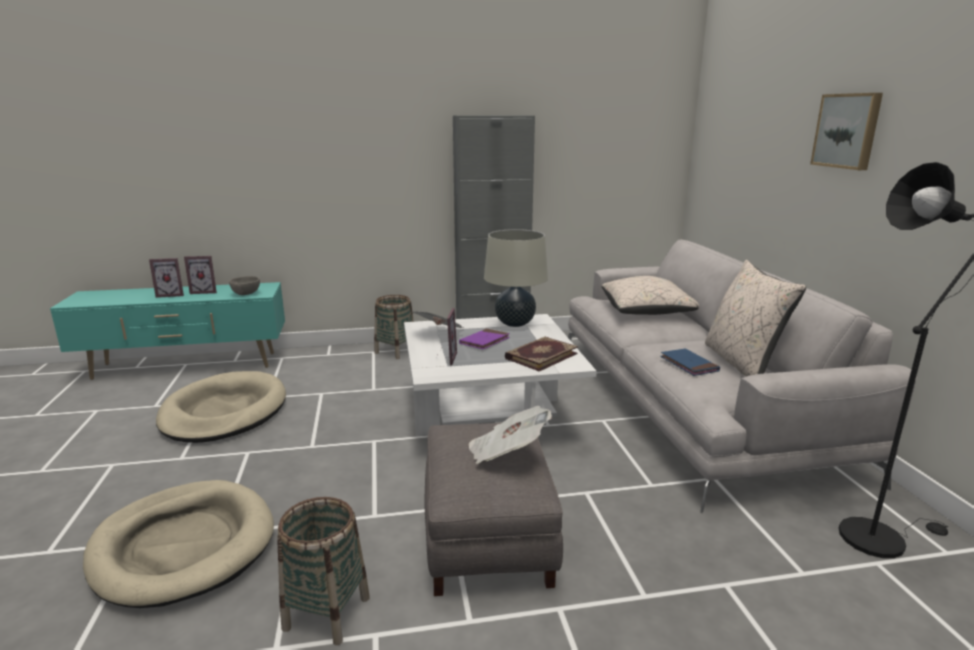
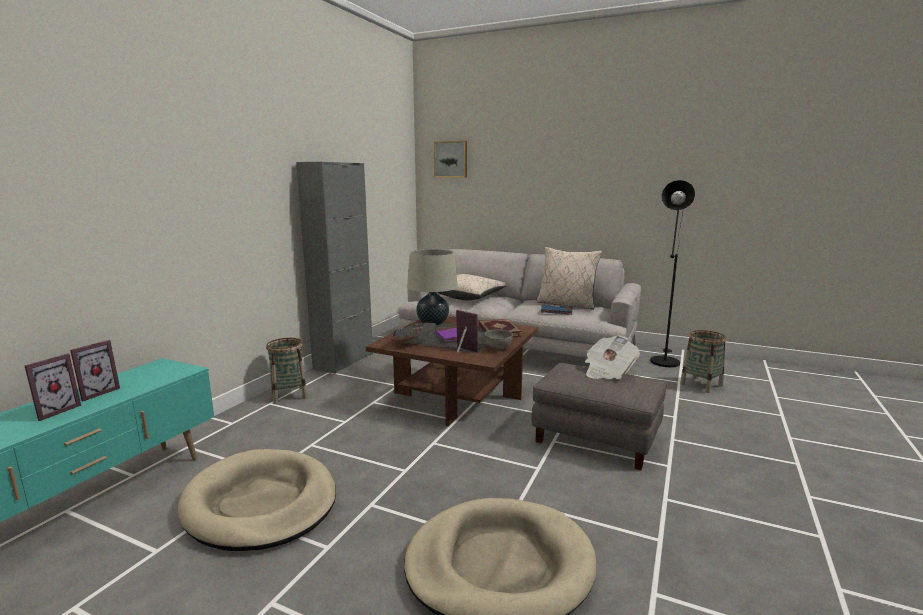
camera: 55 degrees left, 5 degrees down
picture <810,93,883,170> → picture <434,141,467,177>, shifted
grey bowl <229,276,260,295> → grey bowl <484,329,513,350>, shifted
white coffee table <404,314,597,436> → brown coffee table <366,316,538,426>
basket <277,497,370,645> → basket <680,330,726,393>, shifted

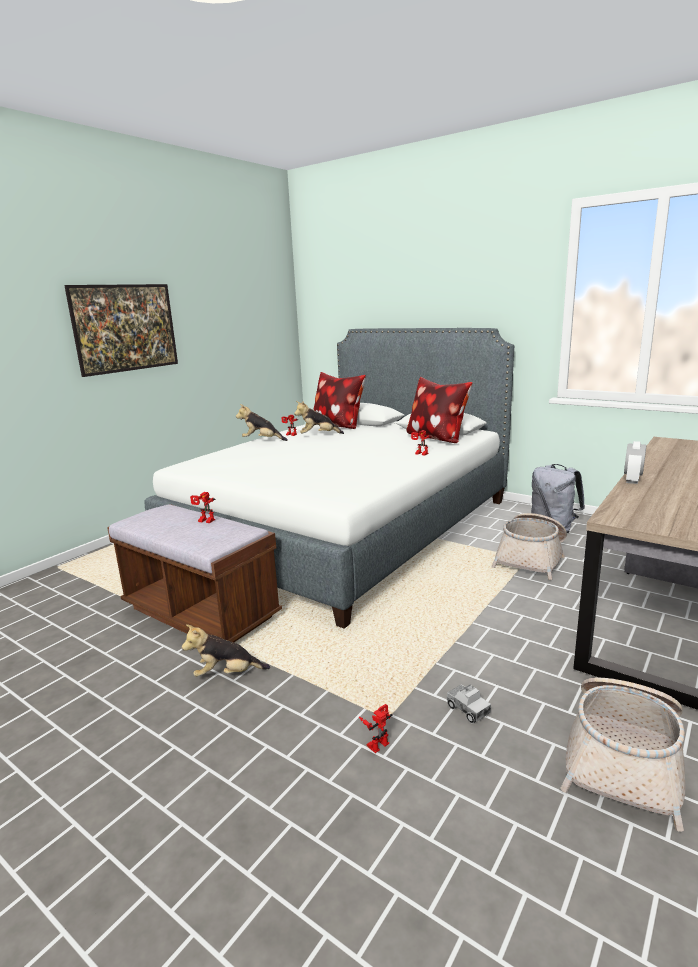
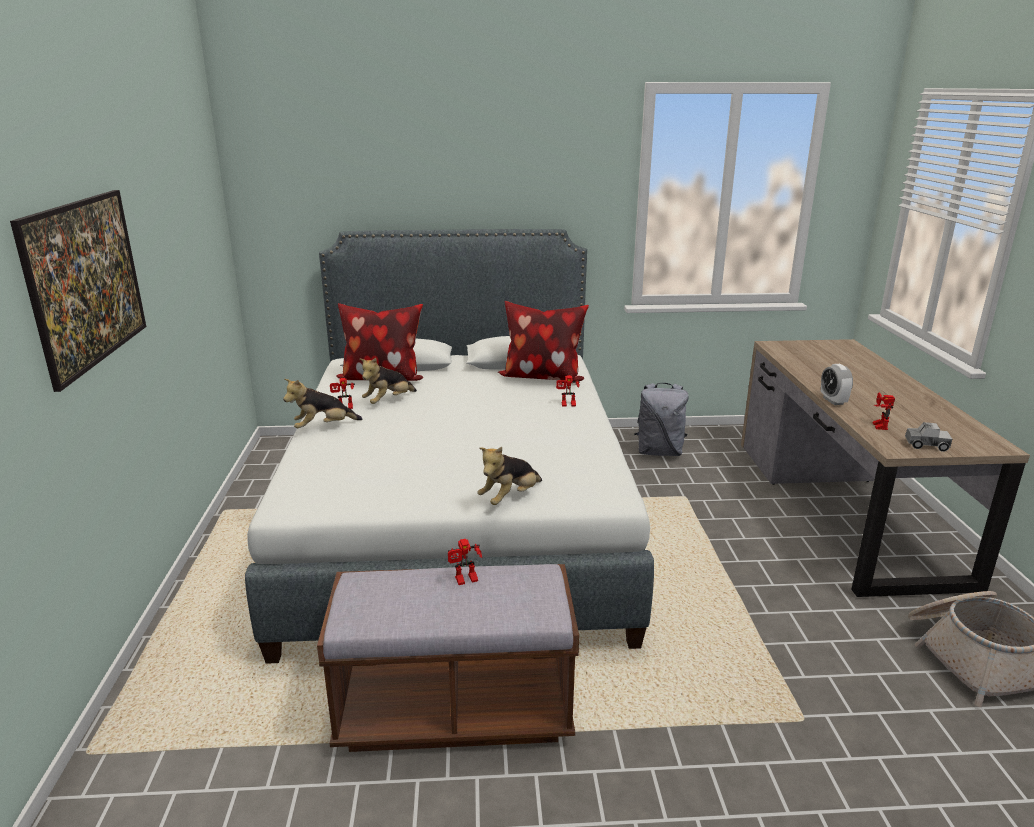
camera: 40 degrees left, 5 degrees up
basket <491,513,567,580> → -
plush toy <182,624,270,677> → plush toy <477,447,542,505>, shifted
toy truck <447,684,491,723> → toy truck <905,422,952,452>, shifted
toy robot <359,704,393,753> → toy robot <873,393,895,430>, shifted

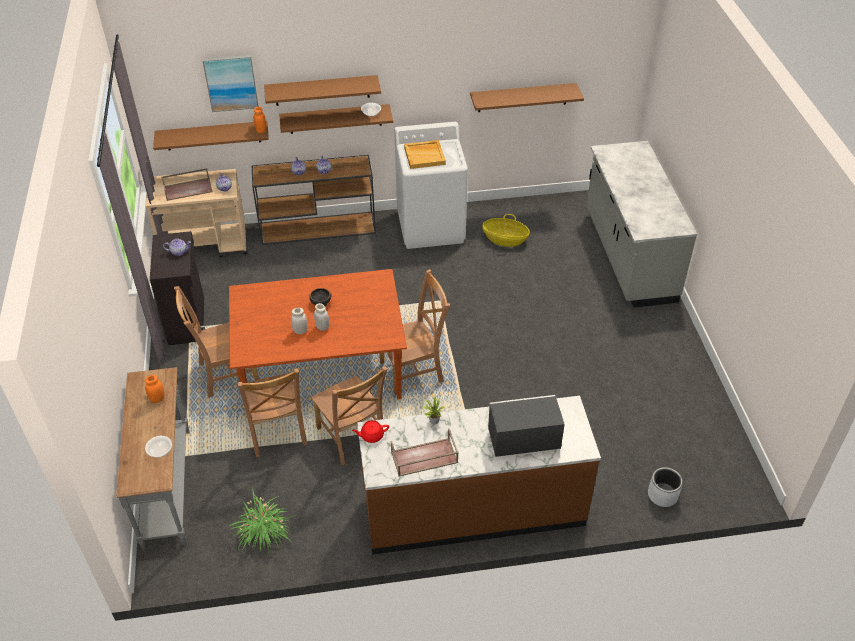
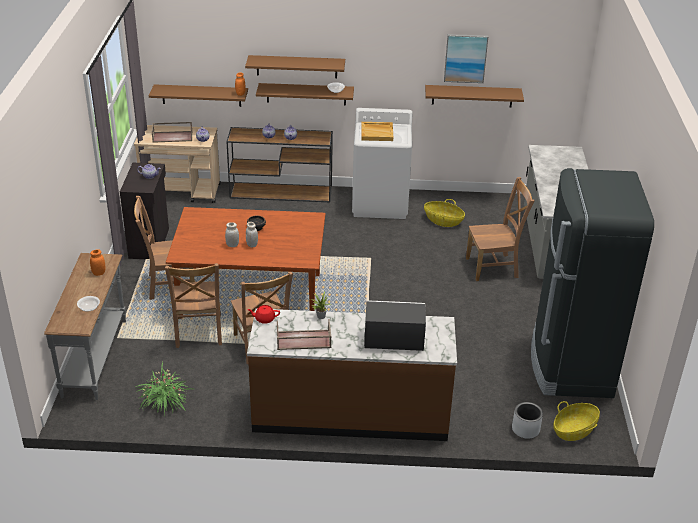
camera: 10 degrees right, 10 degrees down
picture <202,55,259,112> → picture <444,34,488,83>, shifted
brown chair <379,269,450,395> → brown chair <466,177,534,281>, shifted
- → black fridge <531,168,654,398>
- → basket <553,401,600,441>

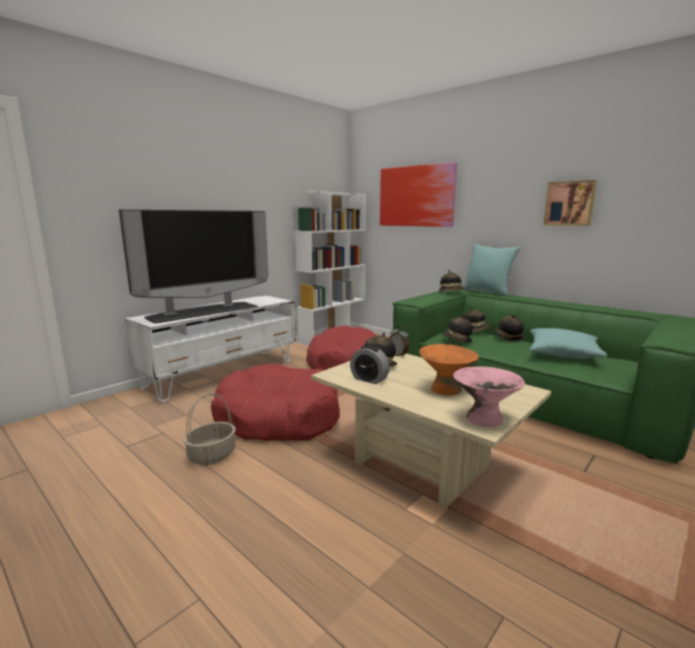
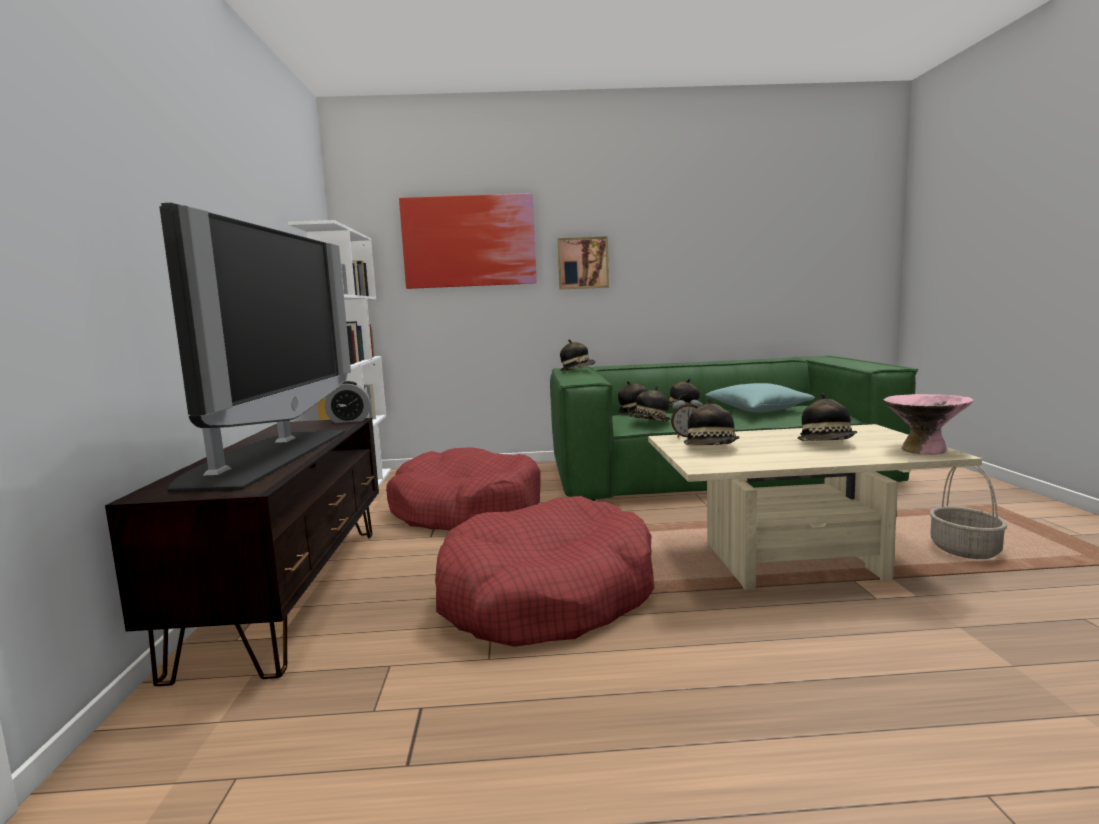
camera: 45 degrees left, 5 degrees down
picture <544,180,597,226> → picture <558,236,609,290>, shifted
turquoise pillow <463,244,520,296> → -
white tv stand <125,295,296,402> → brown tv stand <105,418,379,686>
orange bowl <419,344,479,396> → hat <798,393,857,441>
alarm clock <350,345,390,384> → alarm clock <325,381,371,423>, shifted
basket <184,393,236,465> → basket <929,466,1007,559>, shifted

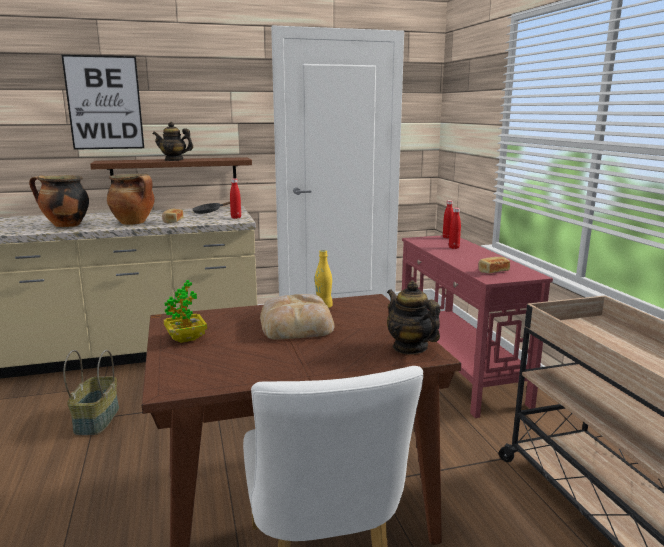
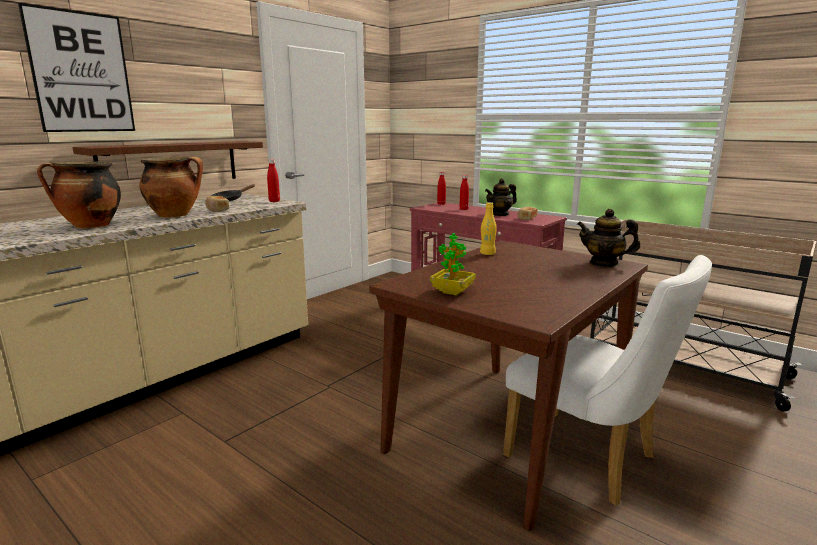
camera: 35 degrees left, 0 degrees up
teapot <153,122,193,161> → teapot <485,178,517,216>, shifted
bread <260,294,334,340> → -
basket <63,350,119,435> → -

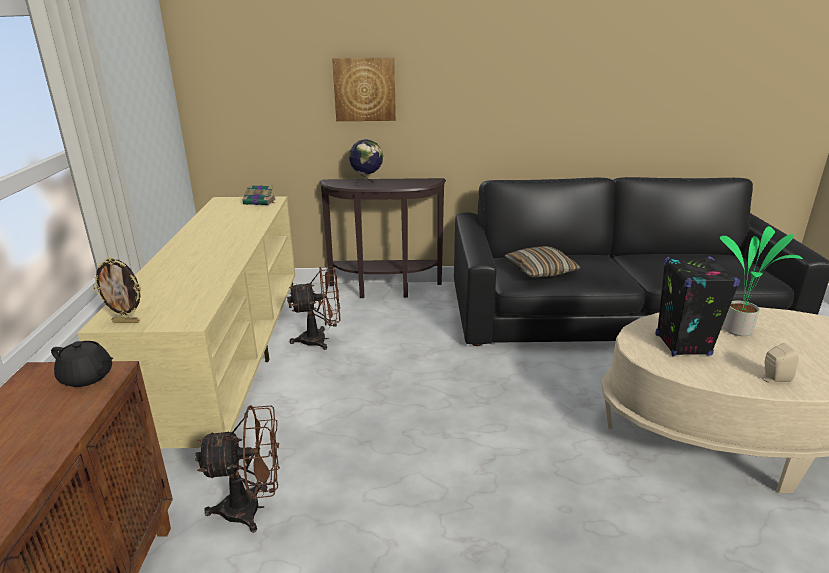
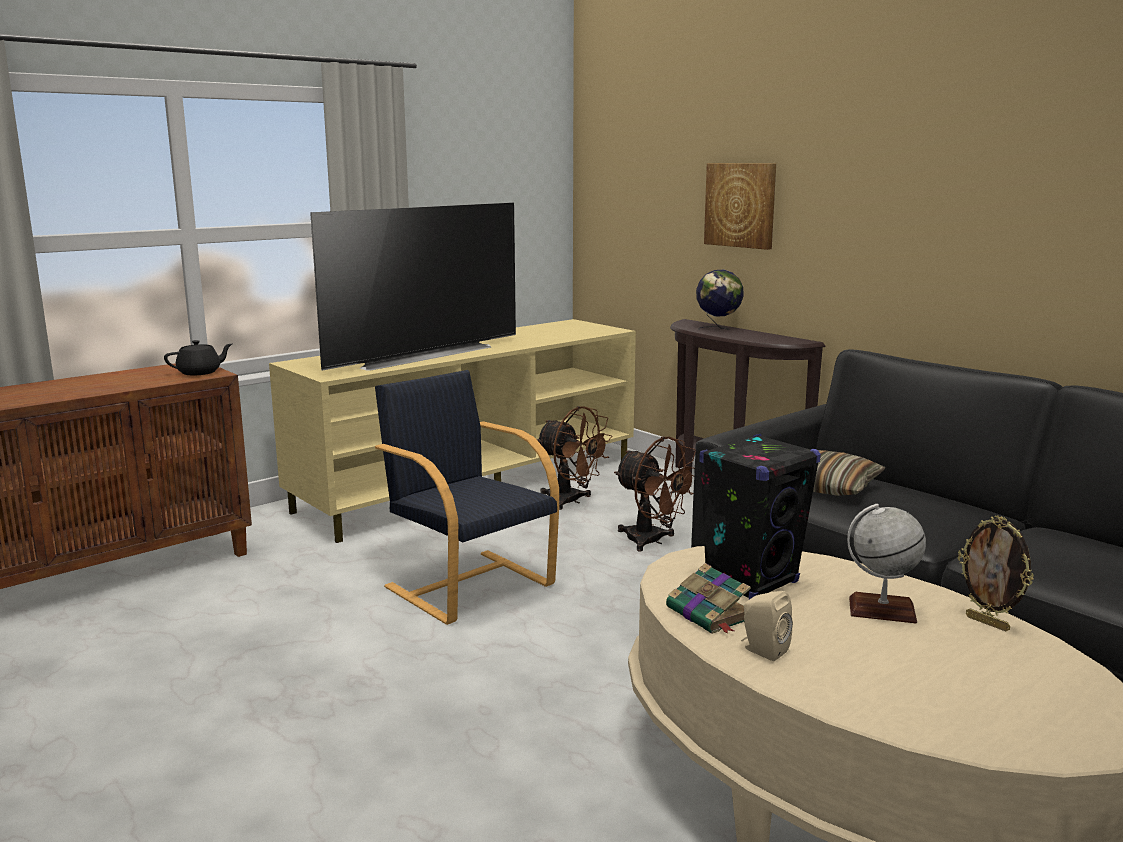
camera: 50 degrees right, 10 degrees down
book <242,185,276,205> → book <666,563,751,634>, shifted
potted plant <720,226,803,336> → globe <847,504,926,623>
picture frame <93,257,142,323> → picture frame <958,516,1034,631>, shifted
black teapot <51,341,113,387> → black teapot <164,340,232,375>, 105 degrees counterclockwise
brown fan <195,405,280,533> → brown fan <614,437,695,552>, shifted
- → television <310,203,516,371>
- → black armchair <375,370,559,625>

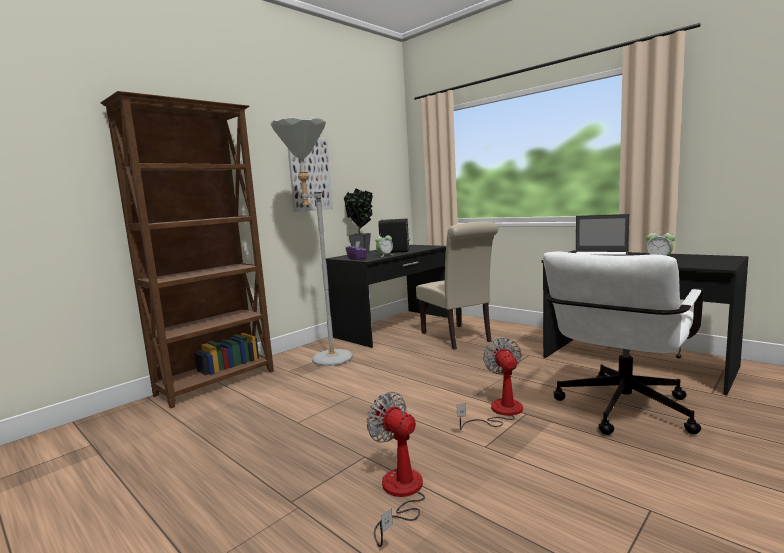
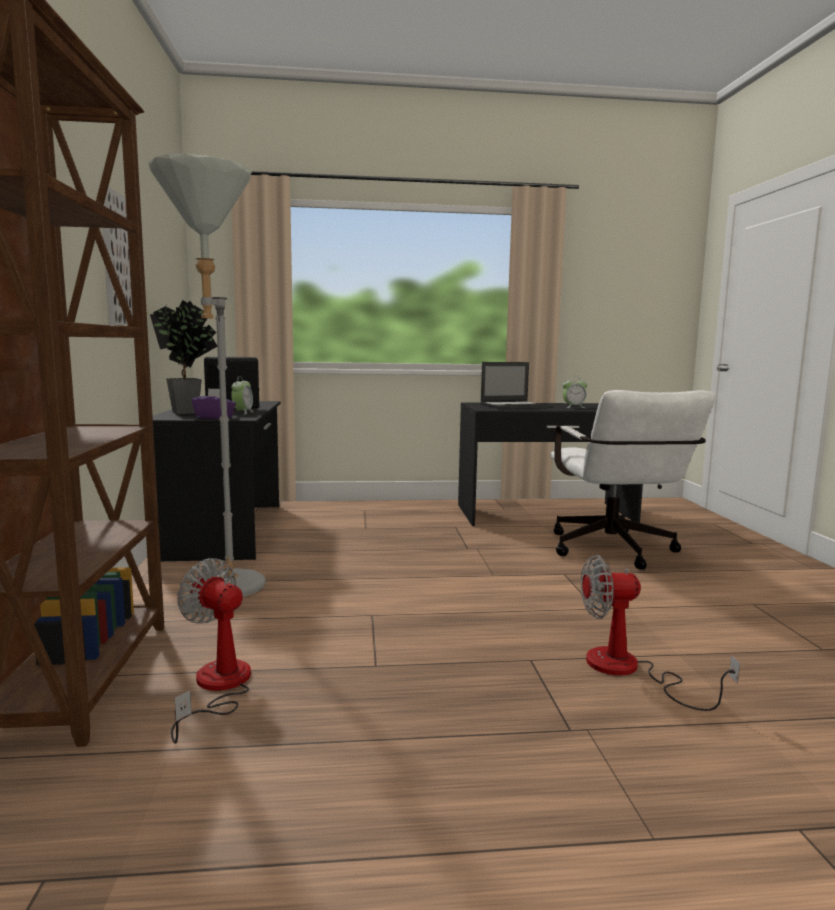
camera: 50 degrees left, 0 degrees up
beige chair <416,221,498,349> → -
fan <456,337,523,430> → fan <171,558,251,744>, shifted

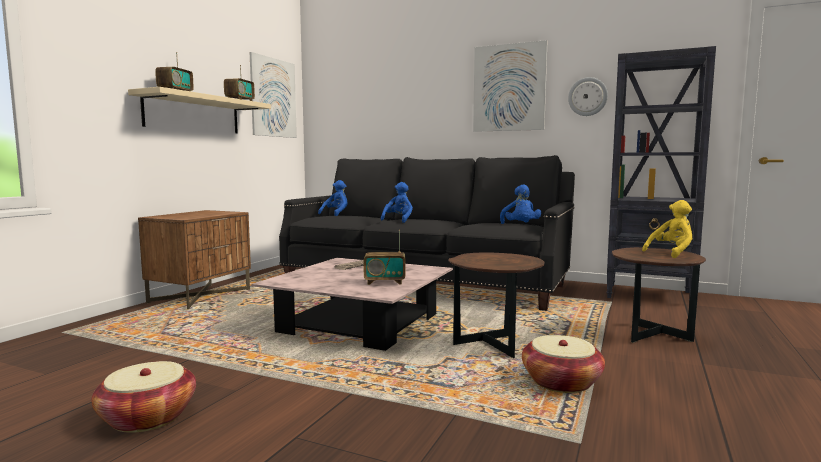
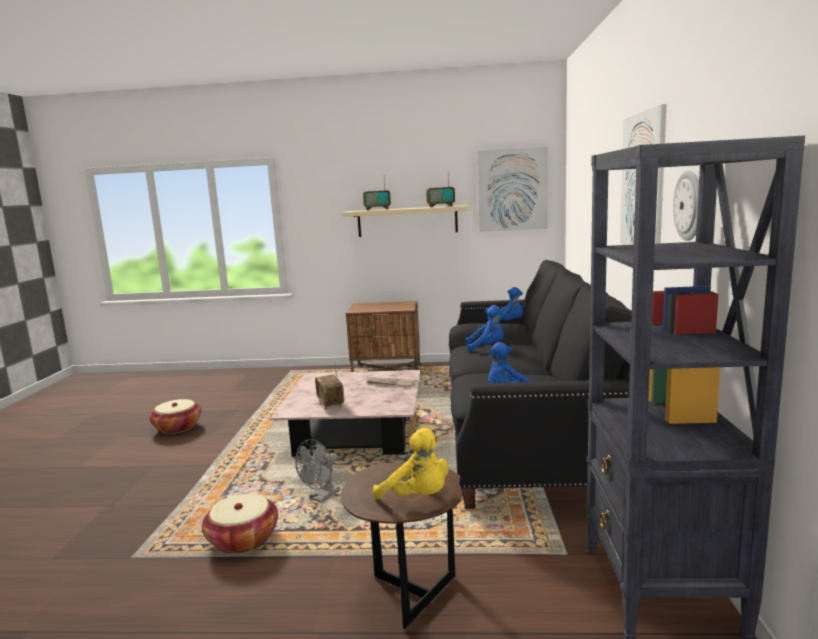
camera: 70 degrees right, 5 degrees up
brown side table <448,252,544,358> → grey fan <295,439,340,503>

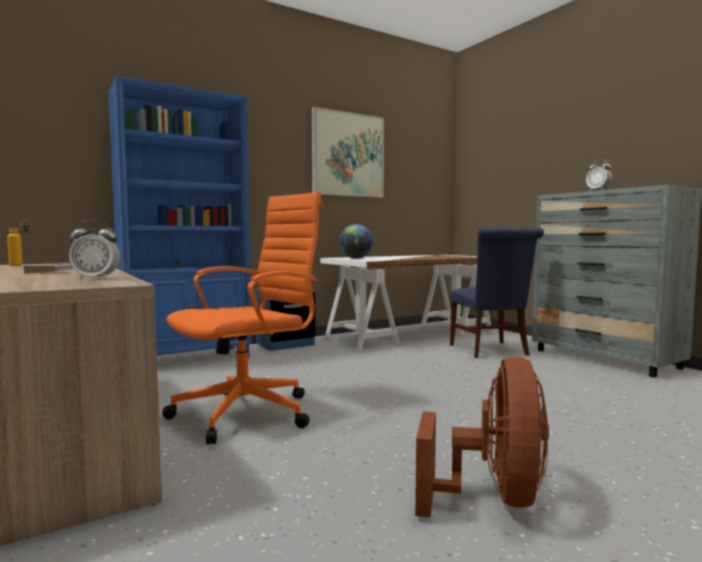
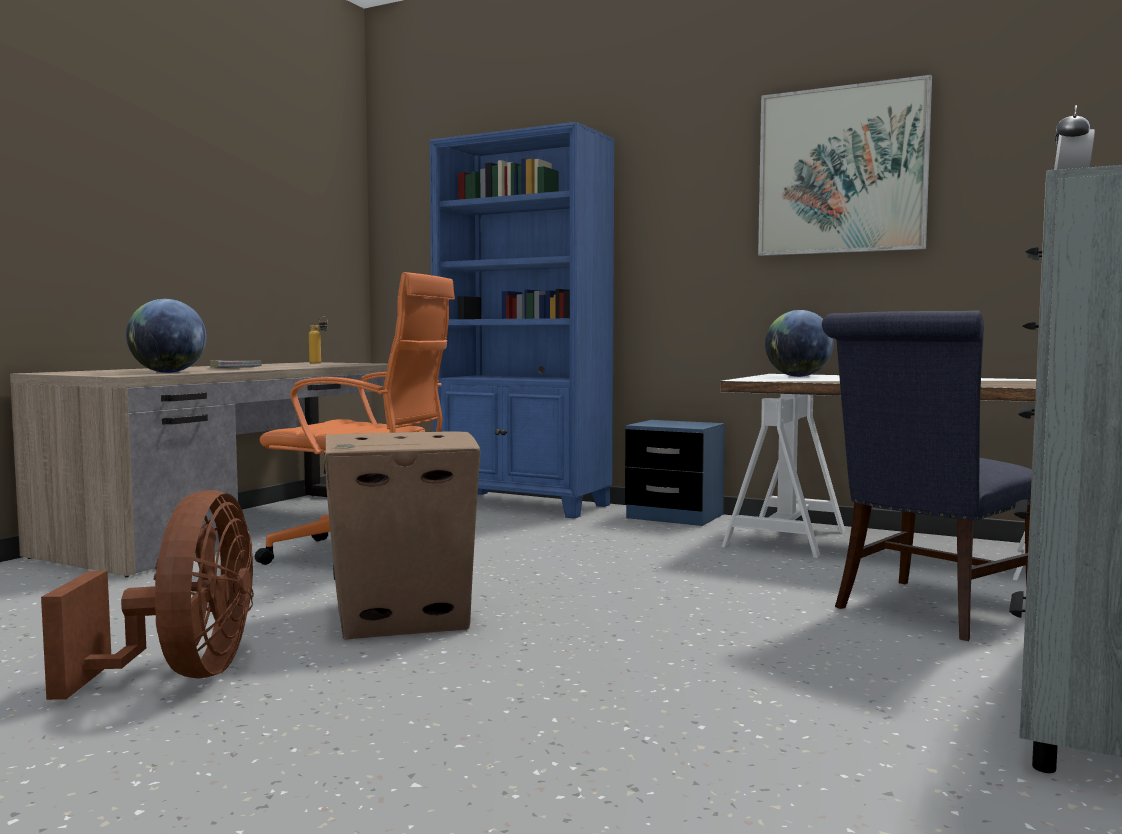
camera: 60 degrees right, 0 degrees up
alarm clock <69,220,120,280> → globe <126,299,206,373>
brown fan <415,357,549,518> → brown fan <41,490,254,700>, 75 degrees counterclockwise
- → cardboard box <325,431,481,639>

